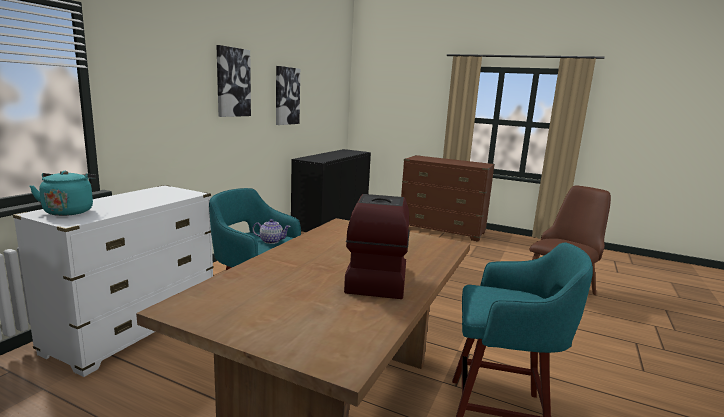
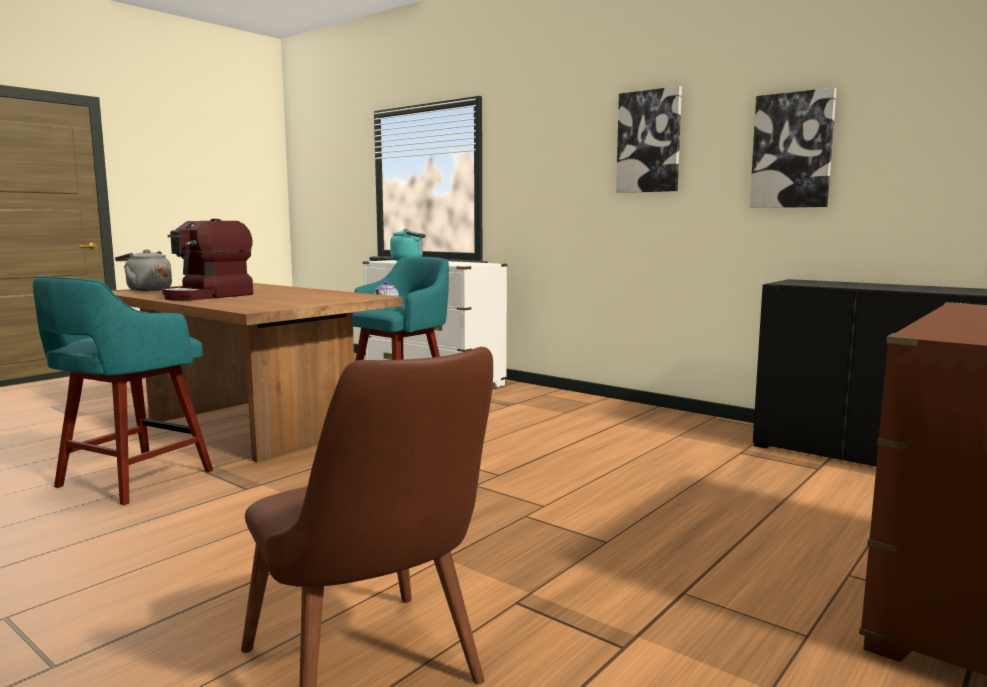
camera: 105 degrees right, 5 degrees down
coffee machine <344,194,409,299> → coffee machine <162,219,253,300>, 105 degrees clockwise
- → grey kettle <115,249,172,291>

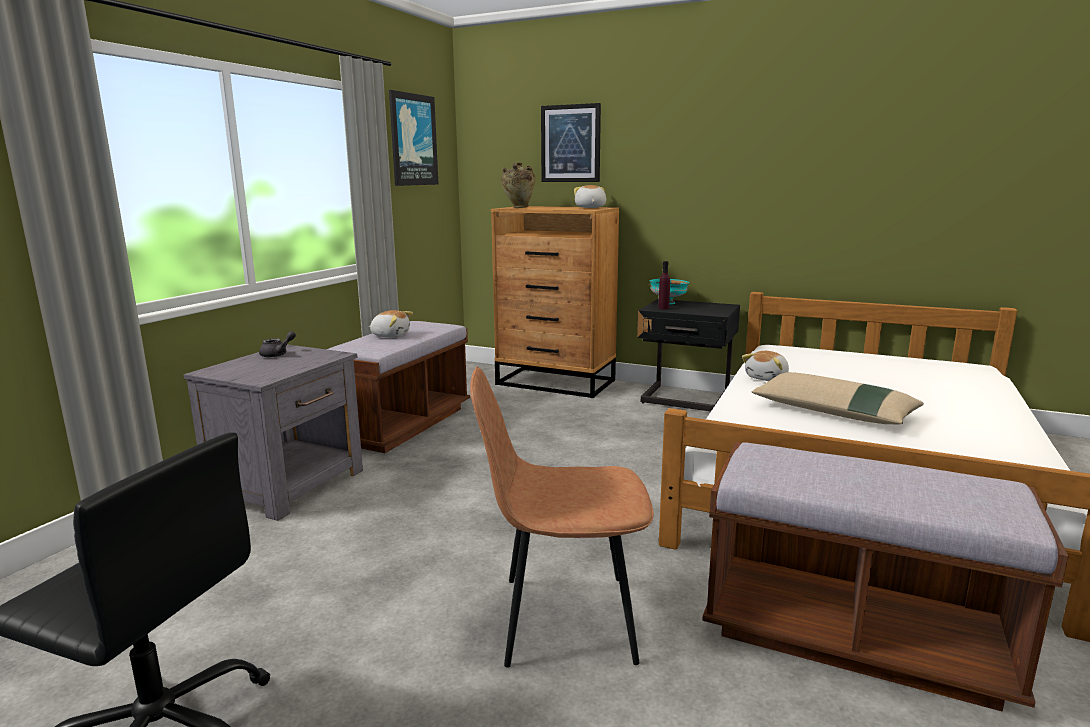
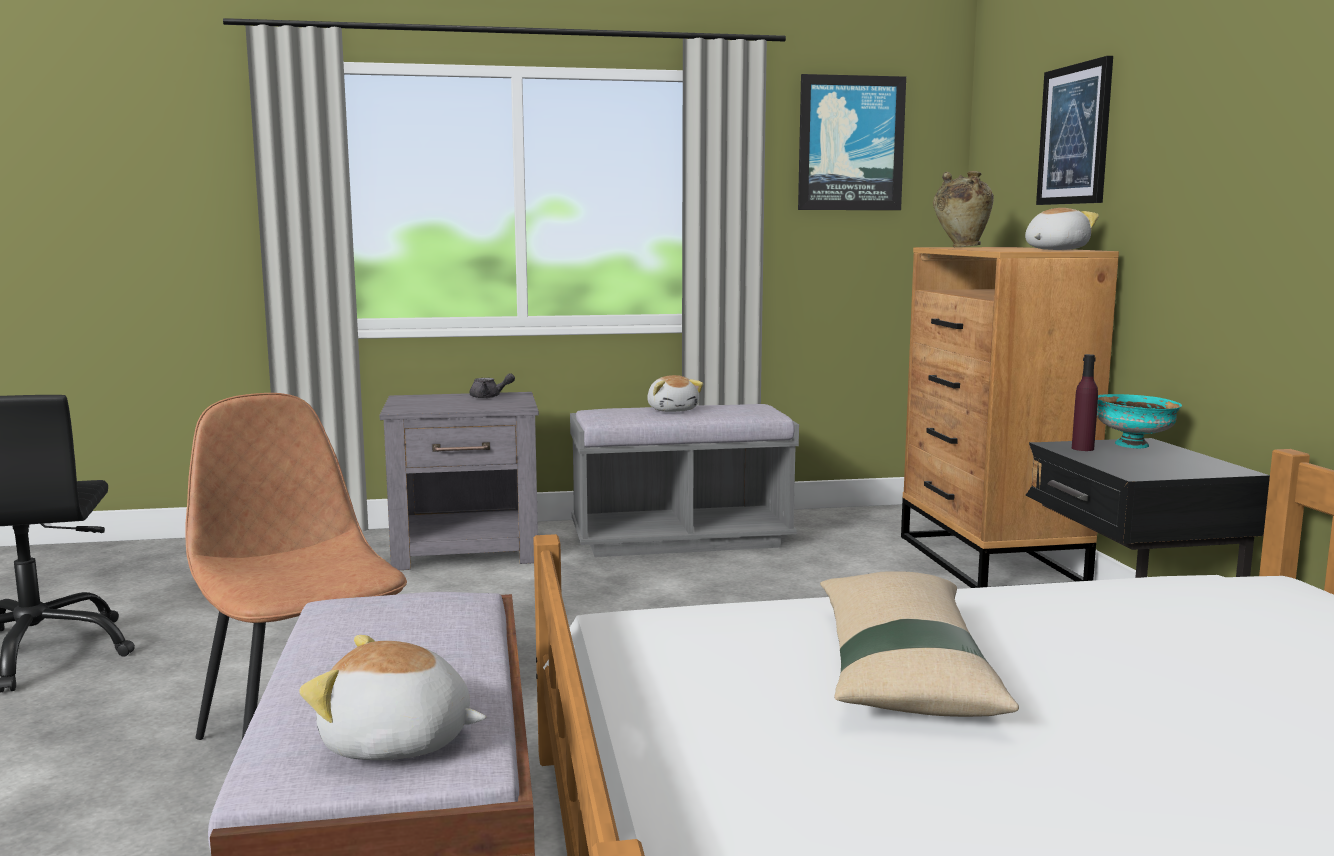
camera: 55 degrees right, 5 degrees down
brown bench <327,321,470,453> → grey bench <570,404,799,557>
plush toy <742,351,789,381> → plush toy <299,635,486,760>, shifted

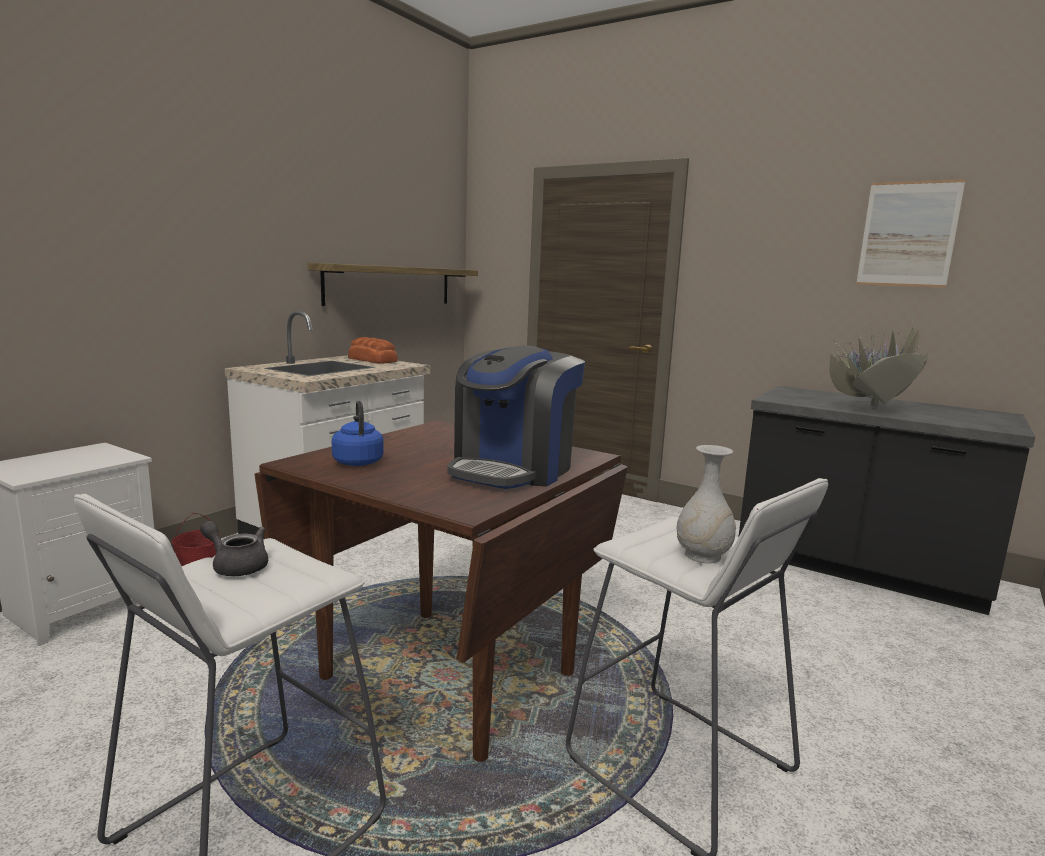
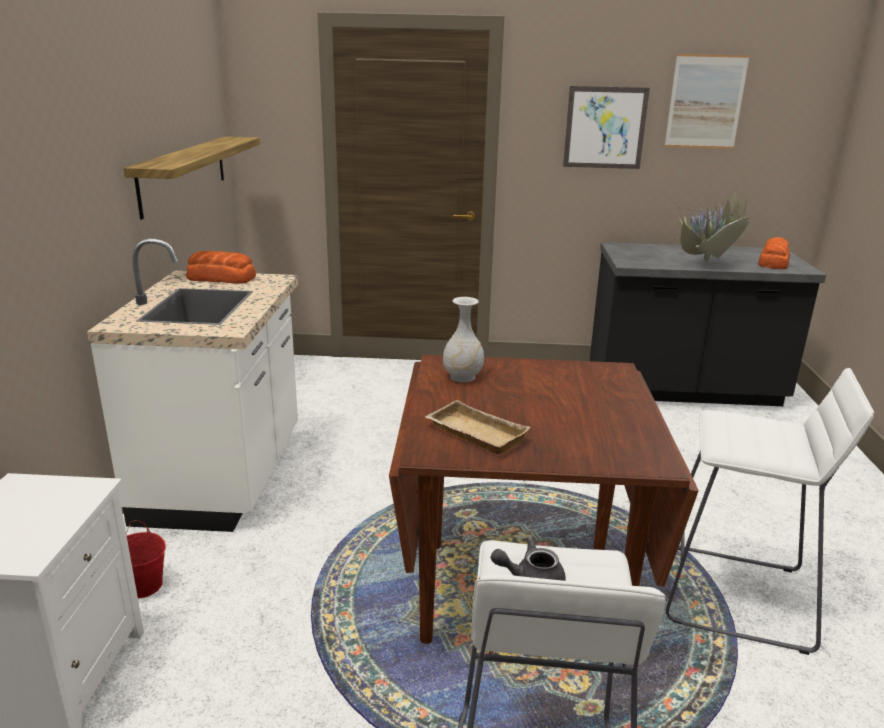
camera: 30 degrees left, 10 degrees up
coffee machine <448,345,585,489> → -
blue kettle <332,400,384,466> → beige tray <425,400,531,455>
white vase <677,445,736,563> → white vase <443,297,484,382>, shifted
- → picture <563,86,650,169>
- → bread <758,237,790,269>

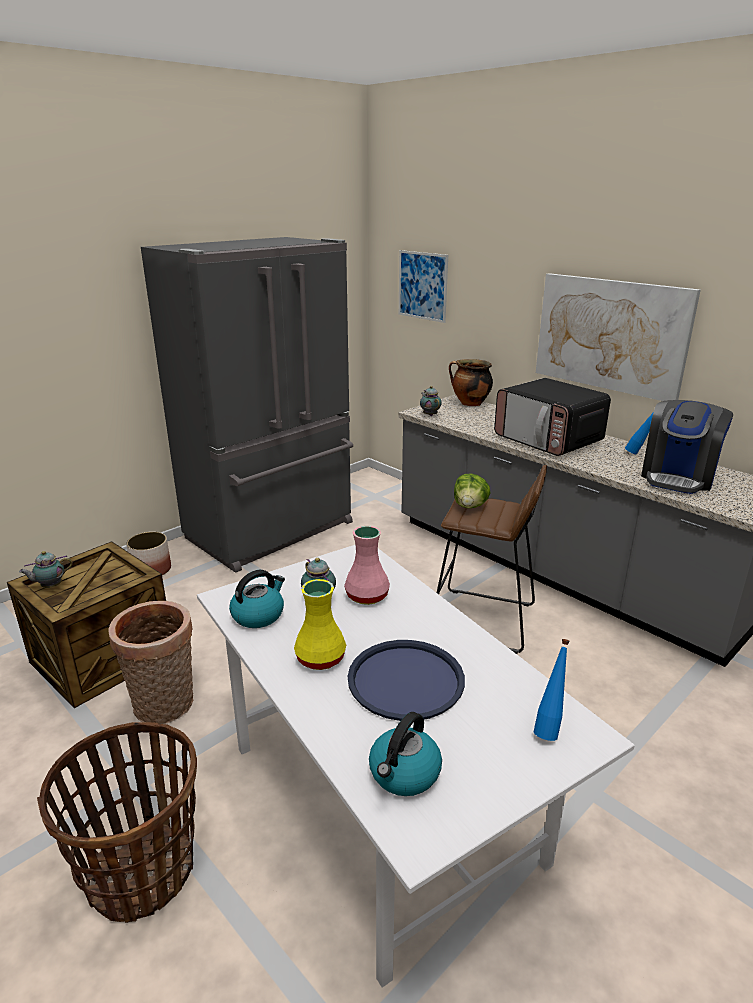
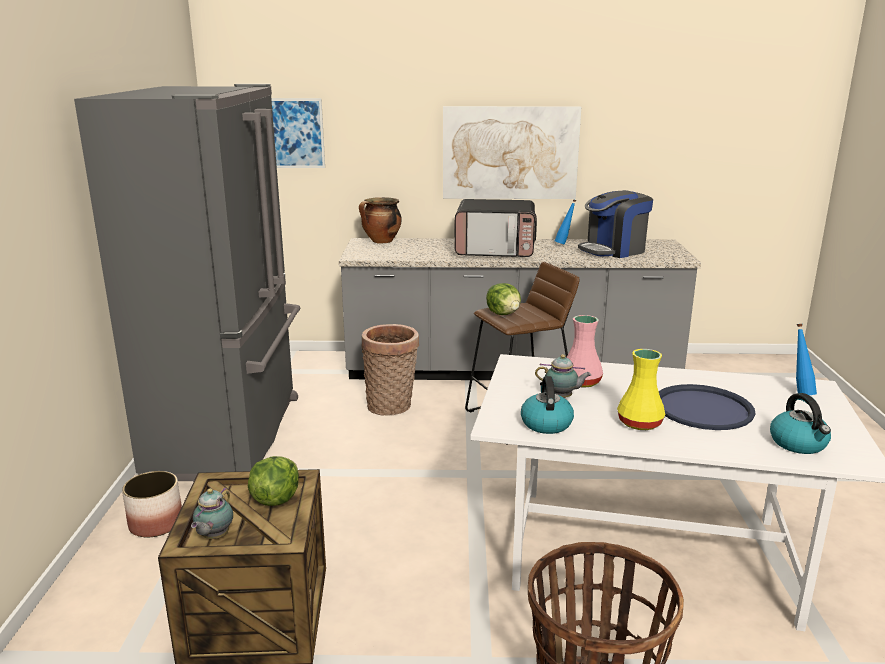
camera: 45 degrees left, 5 degrees down
teapot <420,386,442,416> → -
coffee machine <641,400,734,494> → coffee machine <578,190,653,258>, 75 degrees clockwise
basket <108,601,193,724> → basket <361,324,419,416>, shifted
- → lettuce <248,456,299,506>

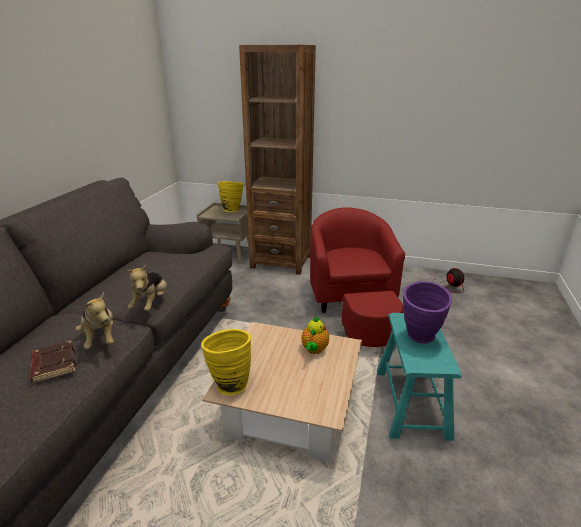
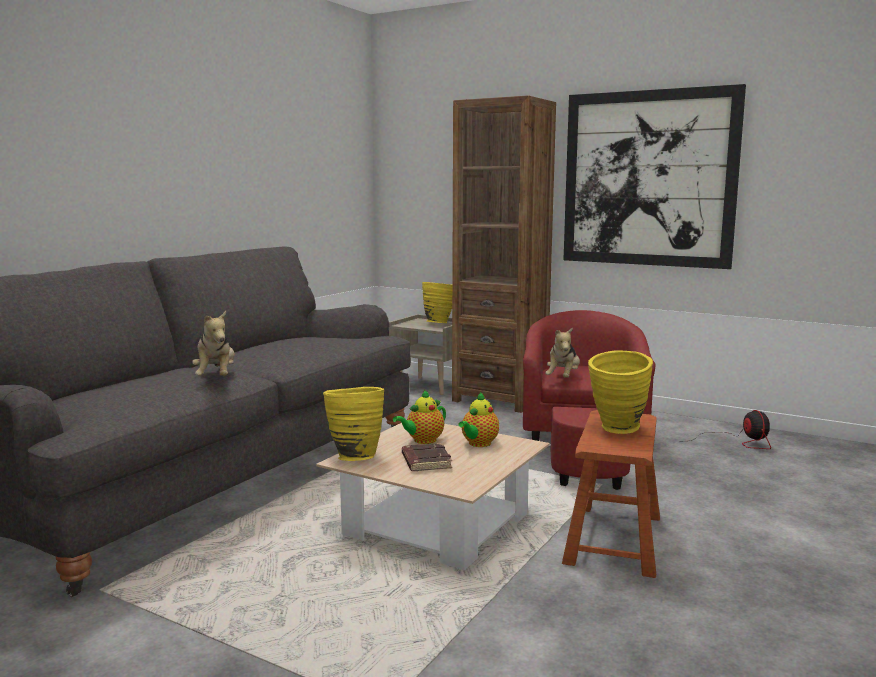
camera: 15 degrees right, 15 degrees down
plush toy <127,264,167,311> → plush toy <545,327,580,378>, shifted
purple vase <403,282,452,344> → yellow vase <588,350,653,434>
turquoise stool <377,313,462,441> → brown stool <562,410,660,578>
brown book <30,340,76,383> → brown book <402,443,452,471>, shifted
- → picture <564,84,746,269>
- → teapot <393,390,446,444>

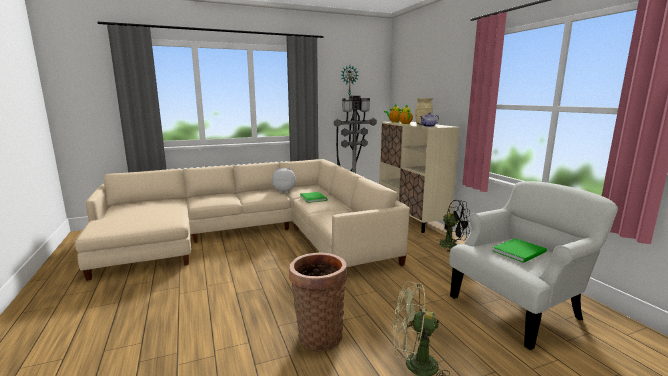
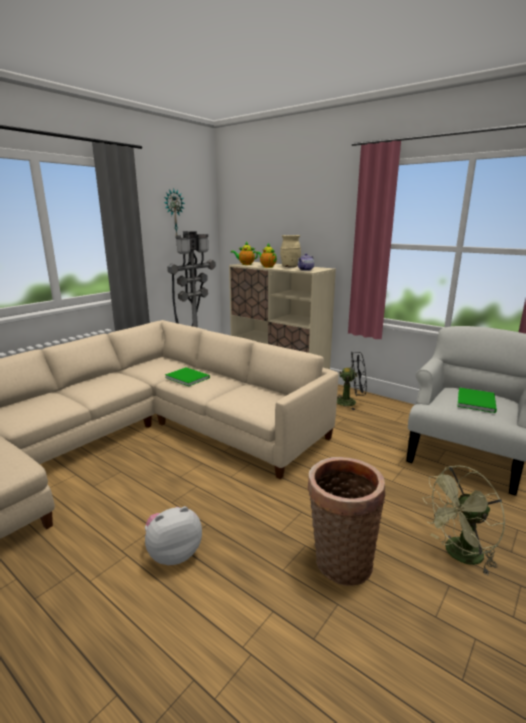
camera: 30 degrees left, 5 degrees up
plush toy <272,167,296,193> → plush toy <145,506,202,565>, shifted

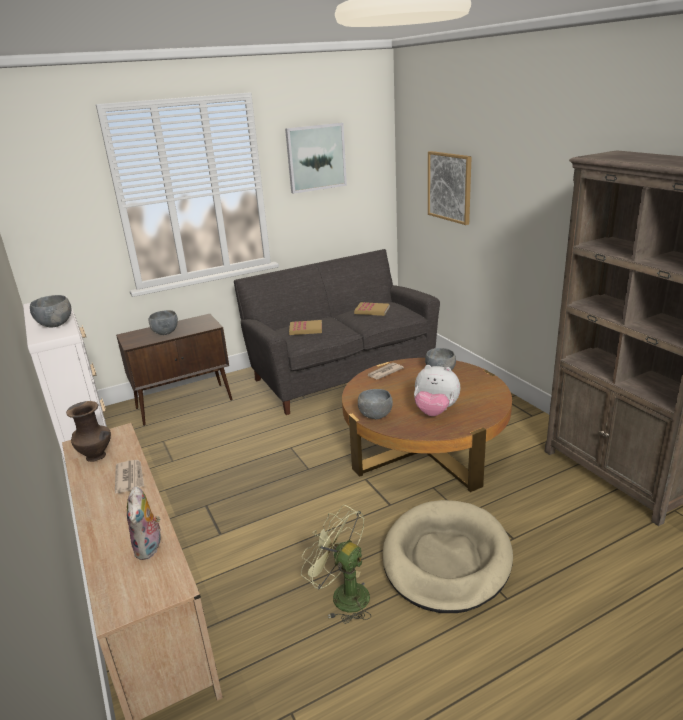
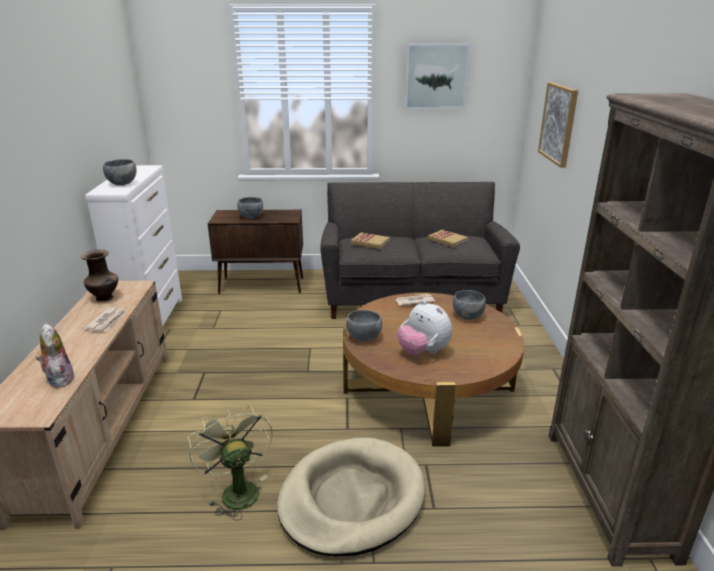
camera: 25 degrees right, 0 degrees up
plush toy <127,487,161,560> → plush toy <36,323,75,388>, 135 degrees clockwise

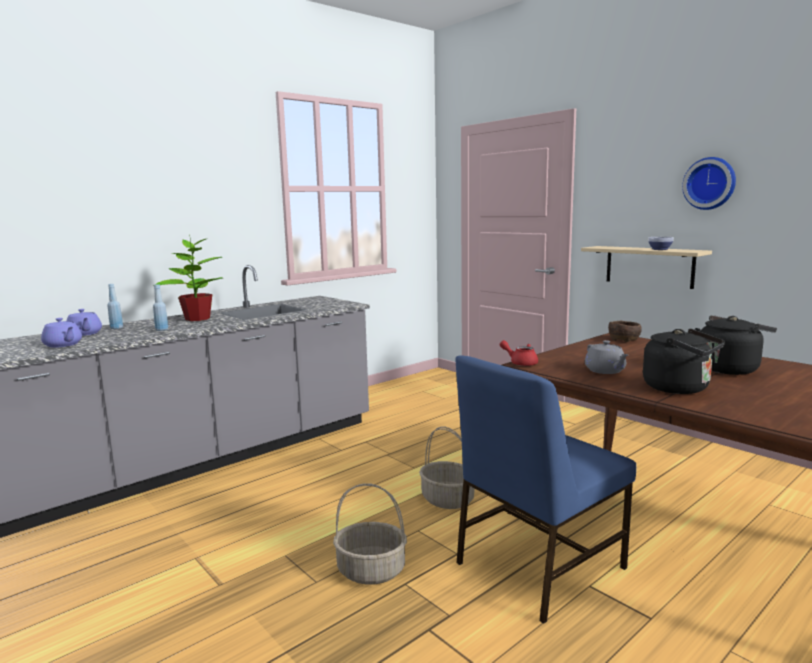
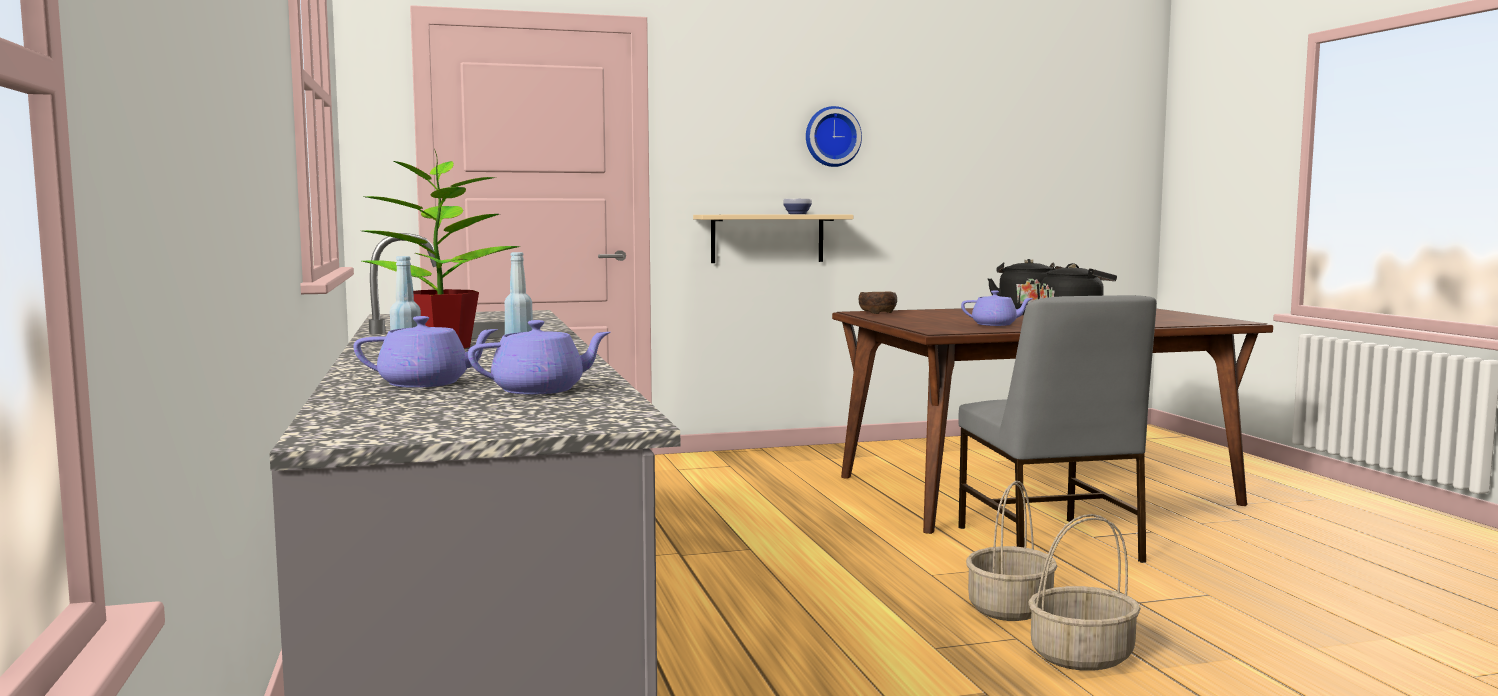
camera: 65 degrees left, 5 degrees down
red teapot <500,340,538,366> → -
grey teapot <585,340,628,374> → purple teapot <961,290,1034,326>
blue chair <456,355,636,624> → grey chair <958,295,1157,563>
basket <419,427,475,509> → basket <1028,514,1141,671>, shifted

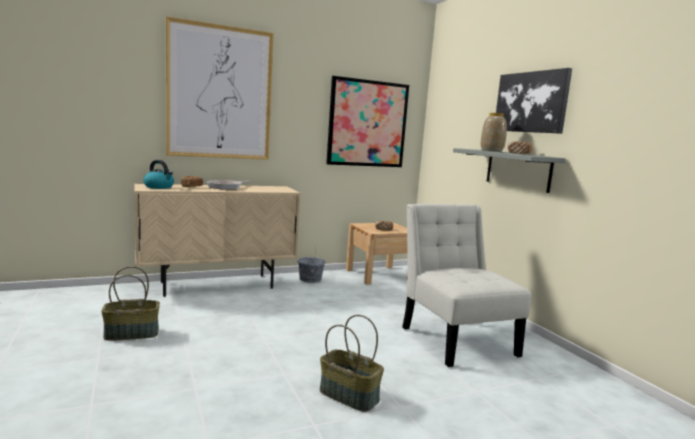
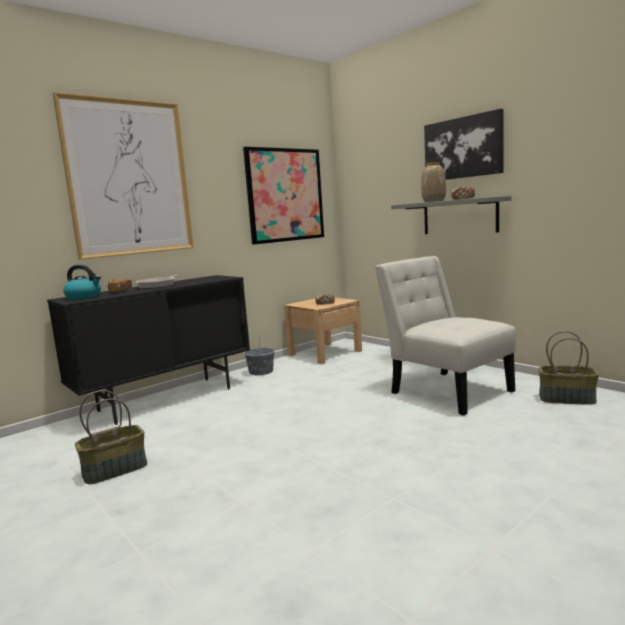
camera: 15 degrees left, 0 degrees up
beige cabinet <134,184,301,297> → black cabinet <47,275,250,425>
basket <320,315,384,412> → basket <538,331,599,405>, shifted

